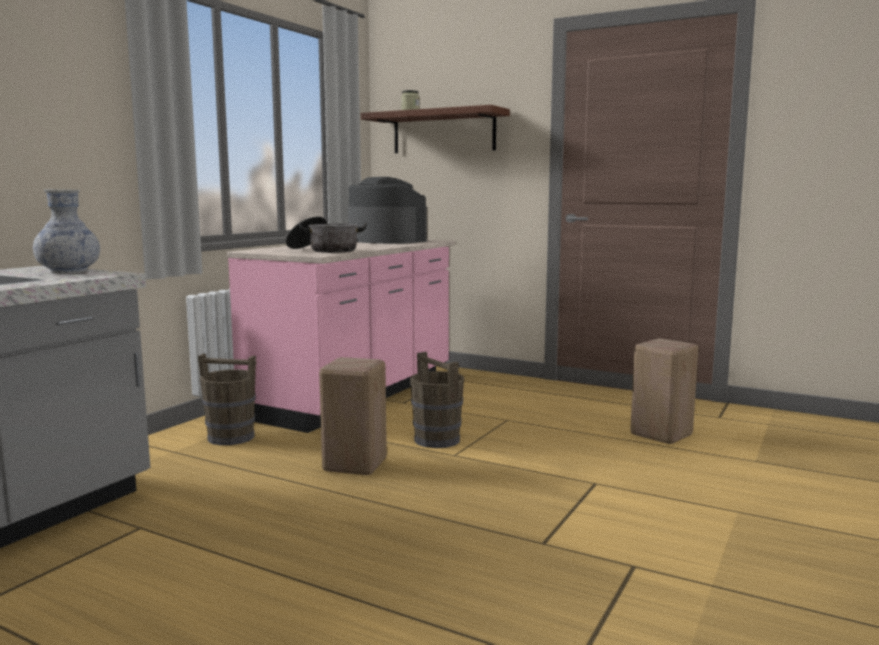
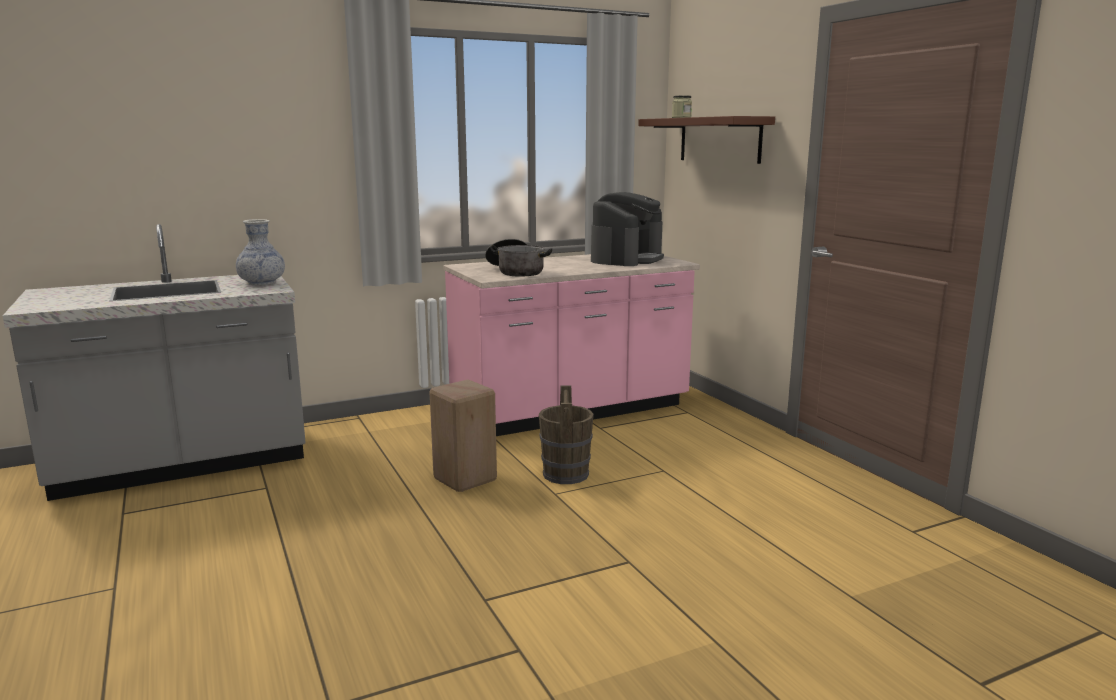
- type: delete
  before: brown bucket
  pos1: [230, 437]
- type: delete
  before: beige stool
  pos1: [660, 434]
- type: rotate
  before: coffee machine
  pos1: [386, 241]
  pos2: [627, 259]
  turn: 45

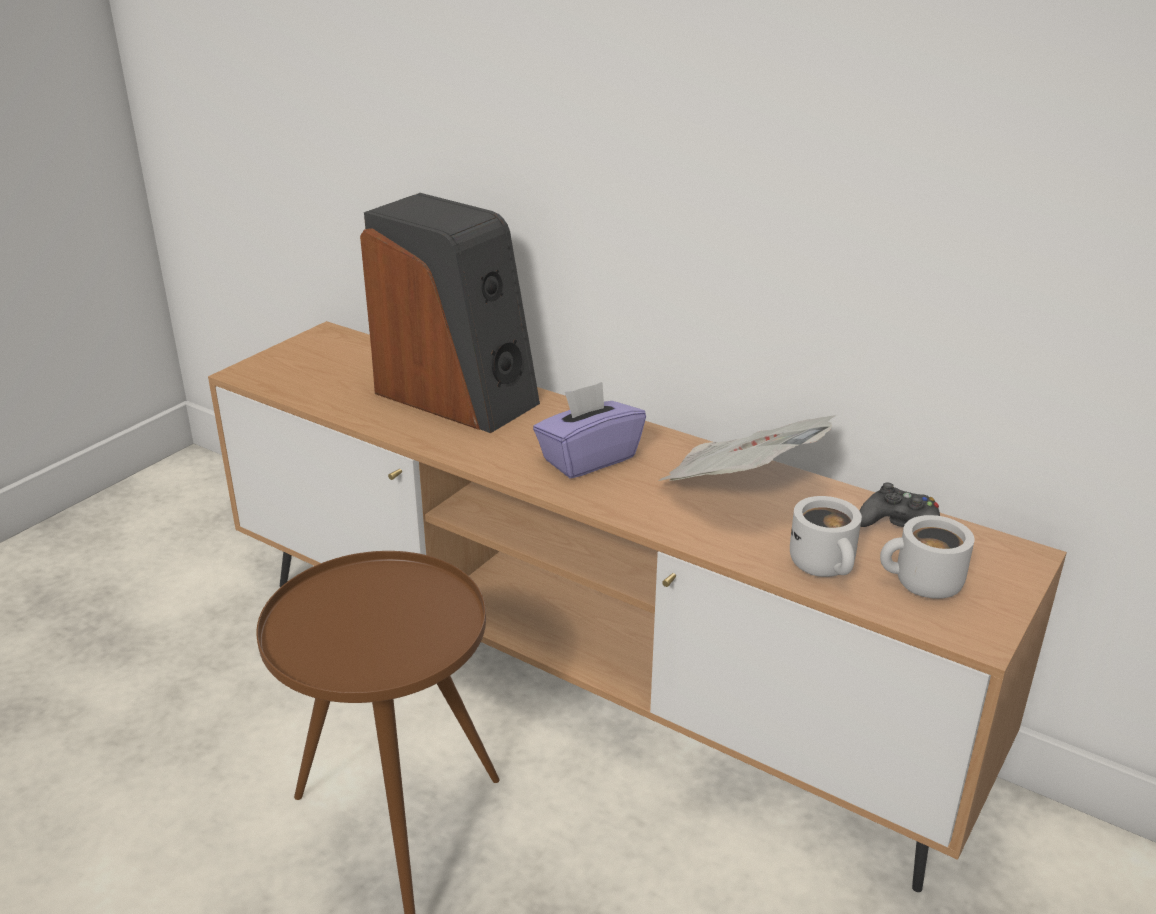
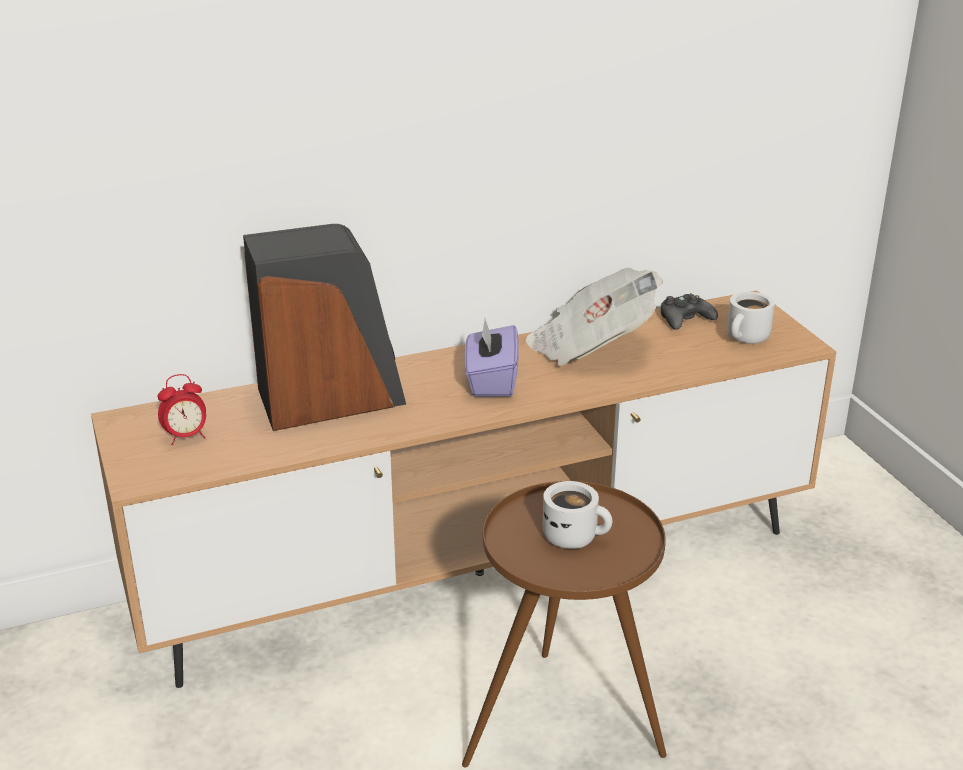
- type: insert
  after: alarm clock
  pos2: [186, 437]
- type: move
  before: white mug
  pos1: [826, 566]
  pos2: [575, 536]

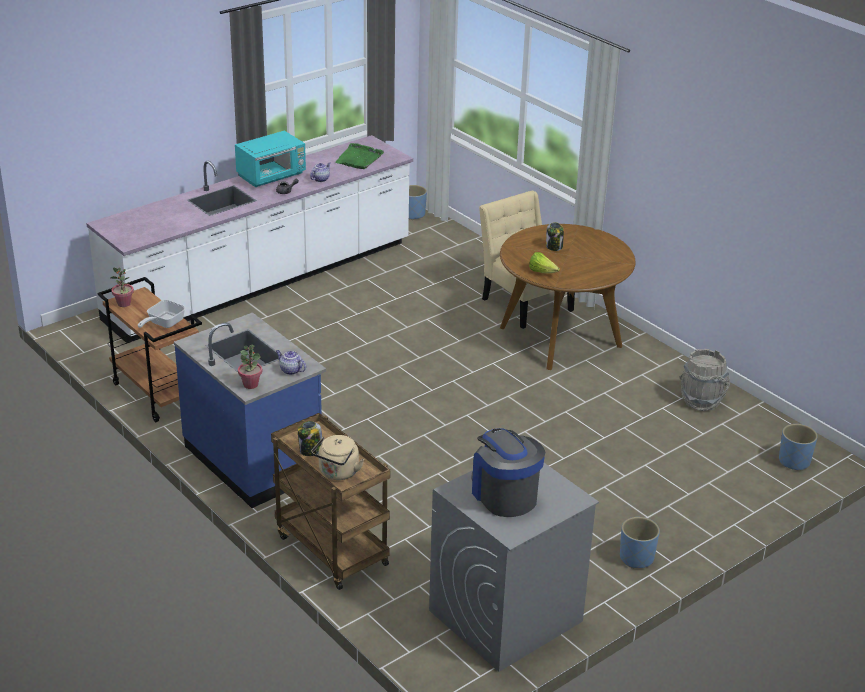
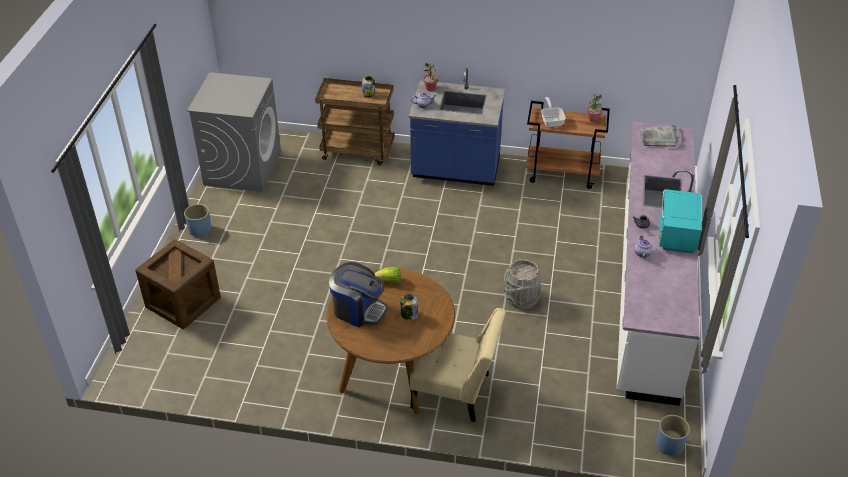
- type: delete
  before: beige kettle
  pos1: [337, 473]
- type: delete
  before: green tray
  pos1: [359, 158]
- type: delete
  before: blue planter
  pos1: [794, 462]
- type: insert
  after: crate
  pos2: [183, 302]
- type: insert
  after: grey tray
  pos2: [659, 137]
- type: move
  before: coffee machine
  pos1: [504, 494]
  pos2: [358, 310]
- type: move
  before: grey bucket
  pos1: [701, 401]
  pos2: [521, 299]

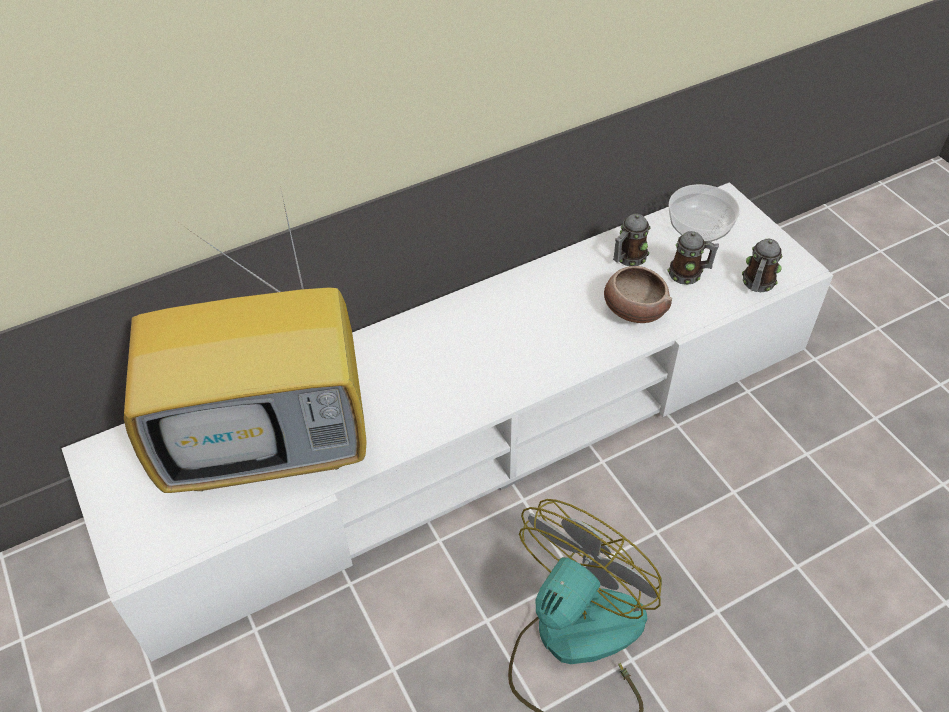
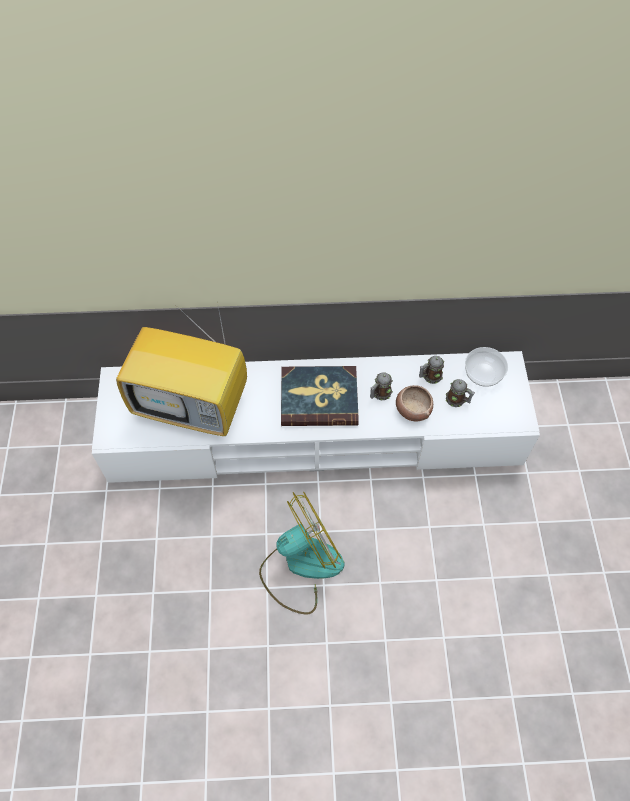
- type: insert
  after: book
  pos2: [319, 398]
- type: move
  before: mug
  pos1: [757, 284]
  pos2: [379, 394]

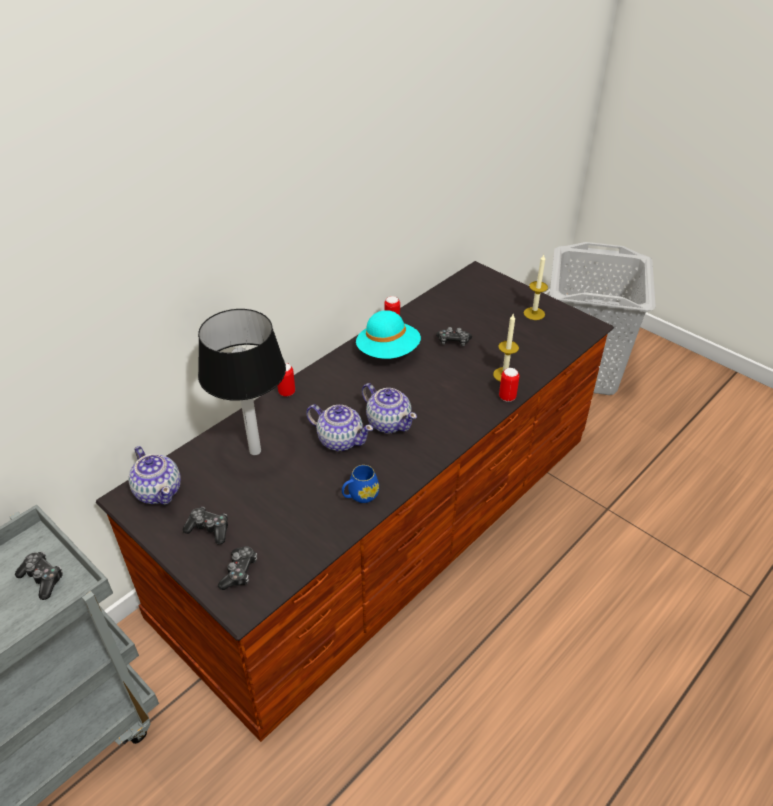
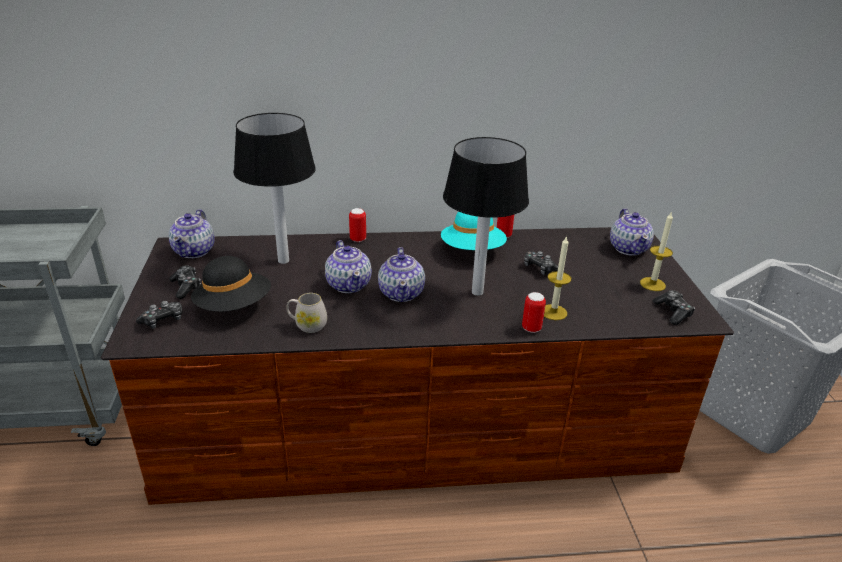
- type: insert
  after: black hat
  pos2: [234, 306]
- type: insert
  after: table lamp
  pos2: [476, 292]
- type: insert
  after: teapot
  pos2: [628, 248]
- type: move
  before: game controller
  pos1: [42, 578]
  pos2: [673, 312]
- type: recolor
  before: blue mug
  after: white mug
  pos1: [360, 496]
  pos2: [307, 325]

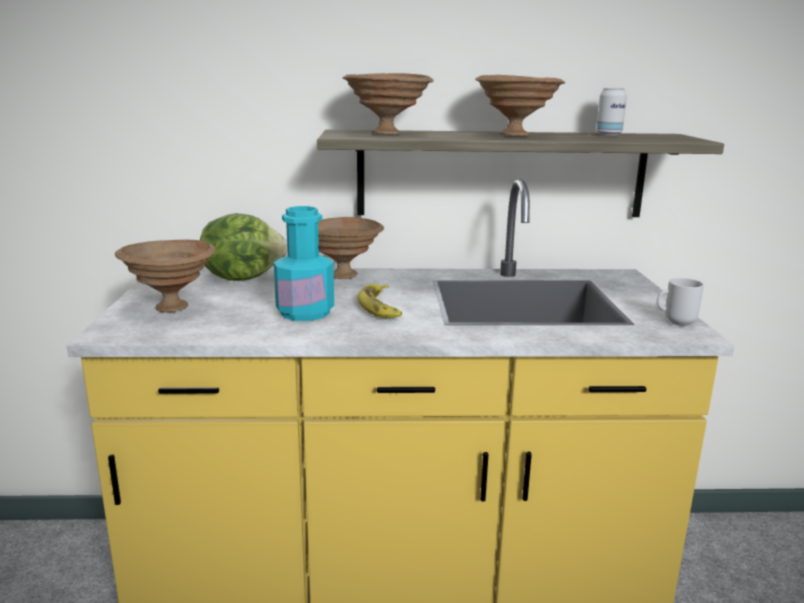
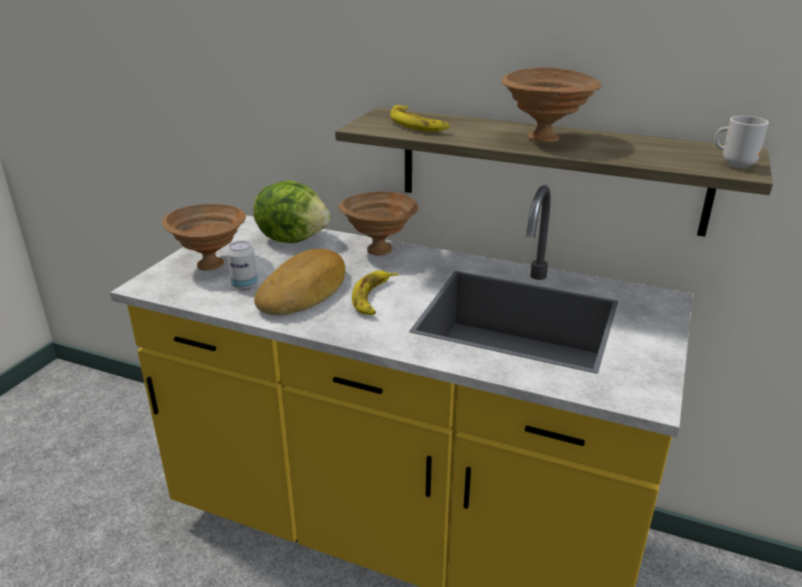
- type: move
  before: can
  pos1: [608, 134]
  pos2: [244, 286]
- type: move
  before: mug
  pos1: [676, 322]
  pos2: [735, 164]
- type: replace
  before: turquoise bottle
  after: bread
  pos1: [305, 312]
  pos2: [305, 291]
- type: replace
  before: brown bowl
  after: banana
  pos1: [388, 133]
  pos2: [417, 124]

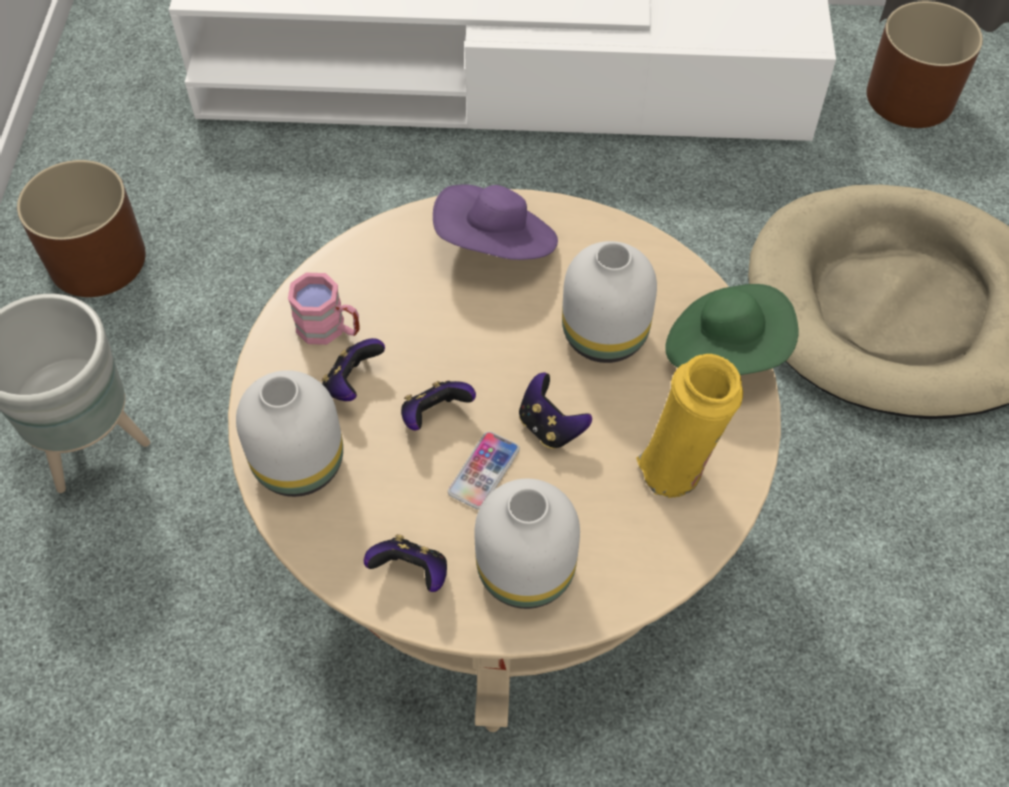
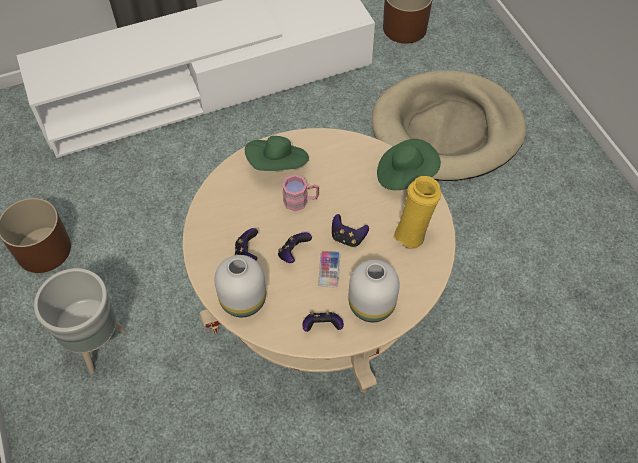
- type: delete
  before: white vase
  pos1: [606, 336]
- type: move
  before: pink mug
  pos1: [329, 329]
  pos2: [301, 201]
- type: recolor
  before: purple hat
  after: green hat
  pos1: [496, 246]
  pos2: [278, 165]

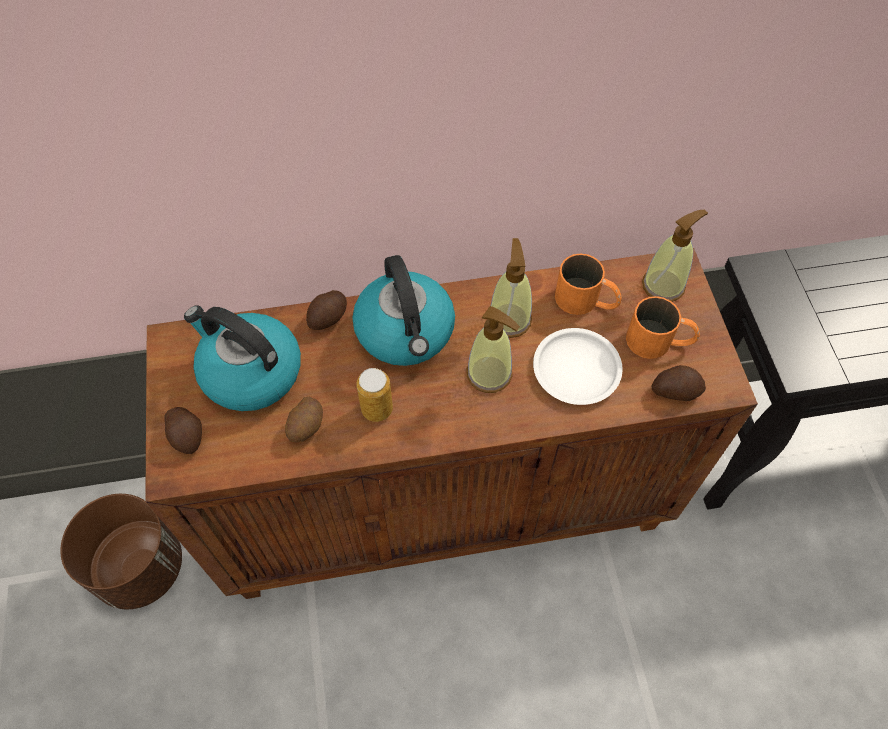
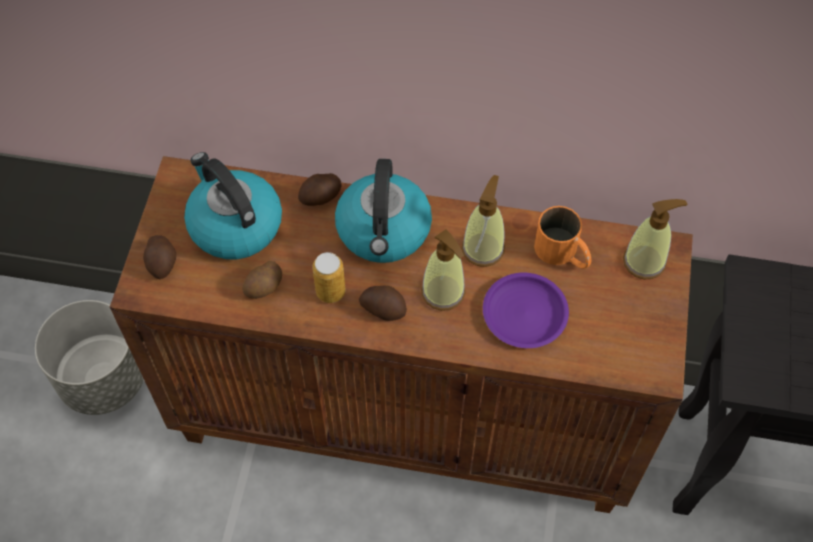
- type: delete
  before: orange mug
  pos1: [659, 341]
- type: move
  before: potato
  pos1: [675, 390]
  pos2: [383, 308]
- type: recolor
  before: brown planter
  after: grey planter
  pos1: [139, 567]
  pos2: [103, 378]
- type: recolor
  before: white plate
  after: purple plate
  pos1: [577, 369]
  pos2: [525, 313]

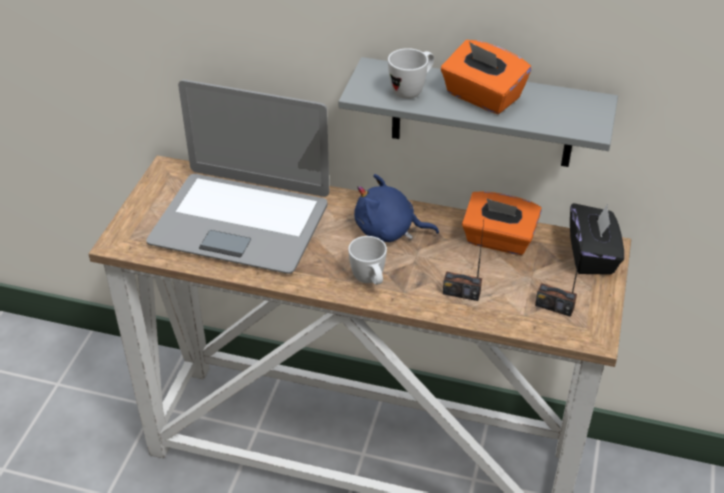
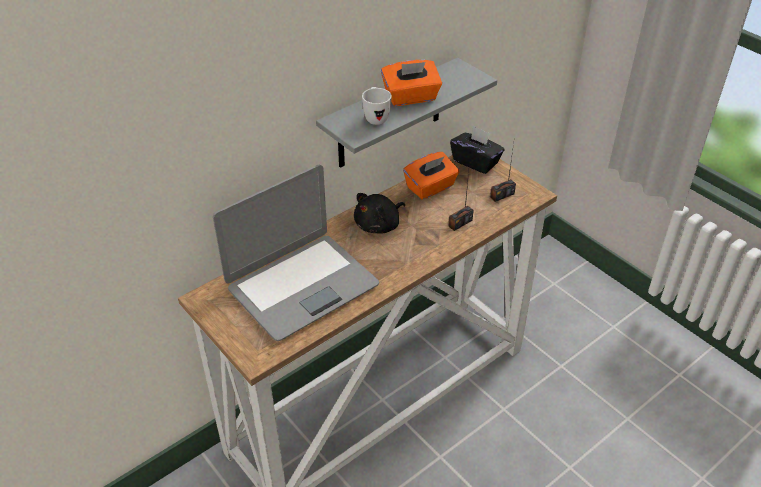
- type: delete
  before: white mug
  pos1: [370, 281]
- type: recolor
  before: blue plush toy
  after: black plush toy
  pos1: [389, 231]
  pos2: [379, 225]

